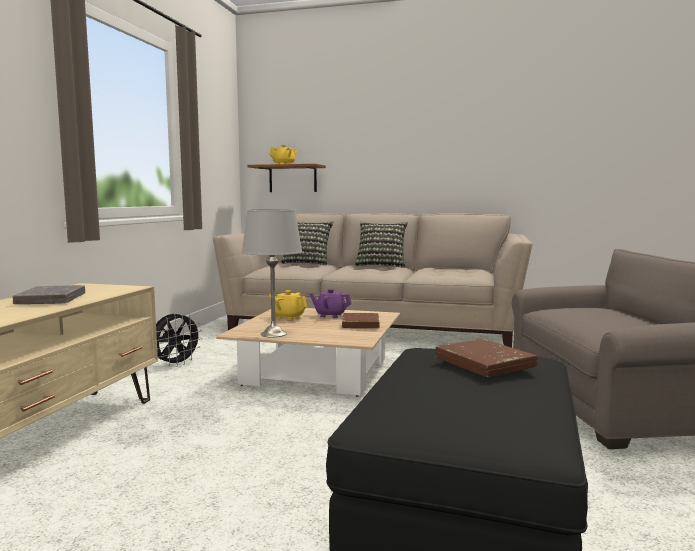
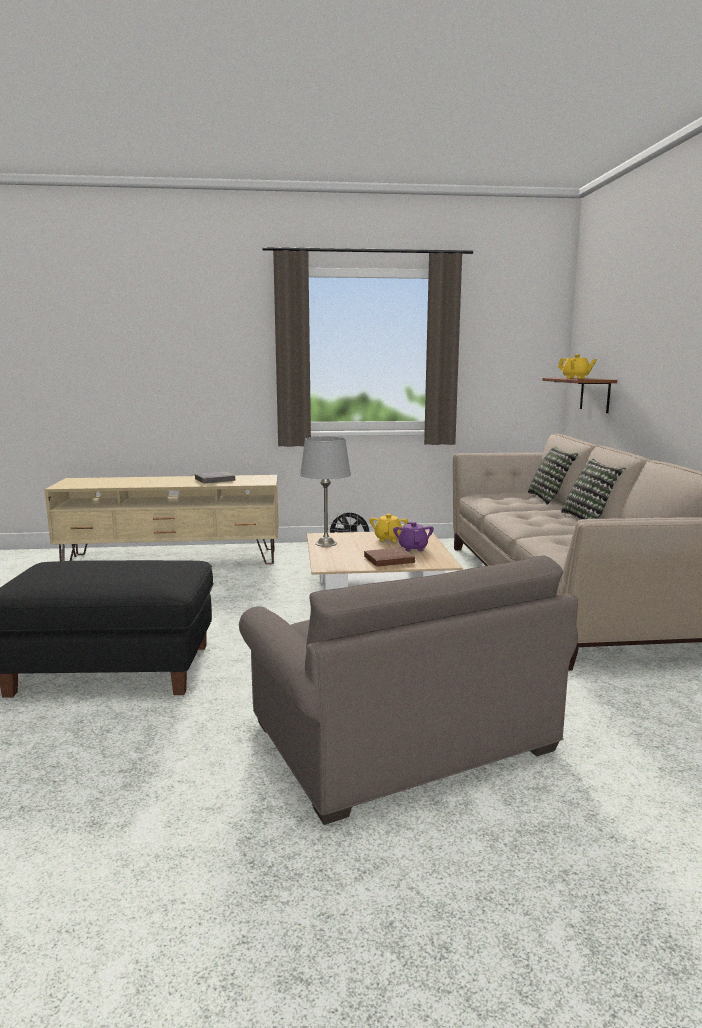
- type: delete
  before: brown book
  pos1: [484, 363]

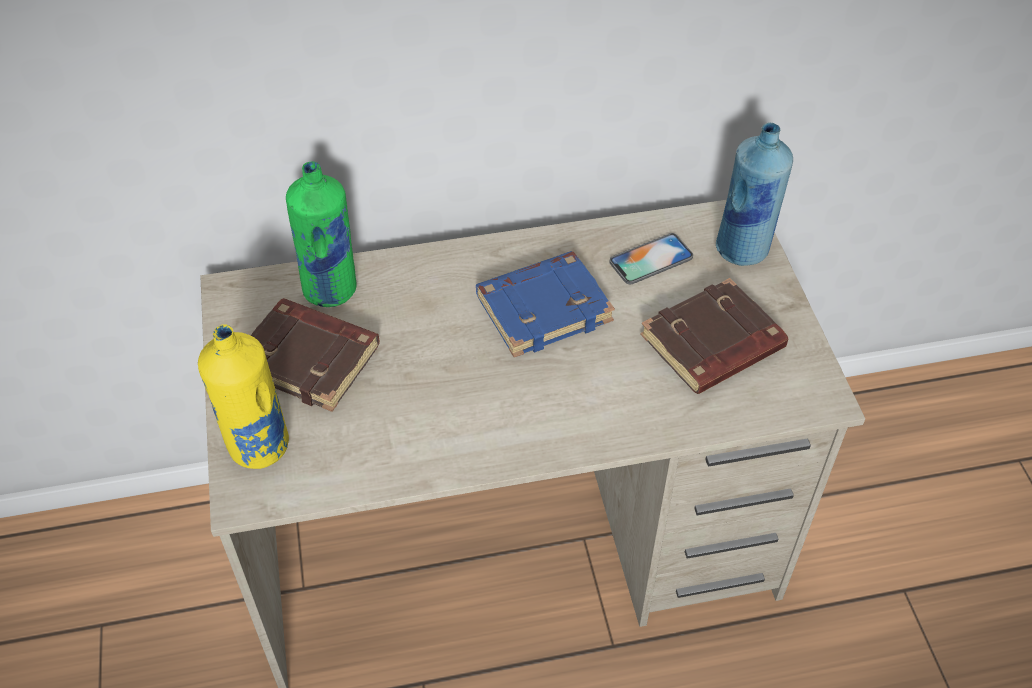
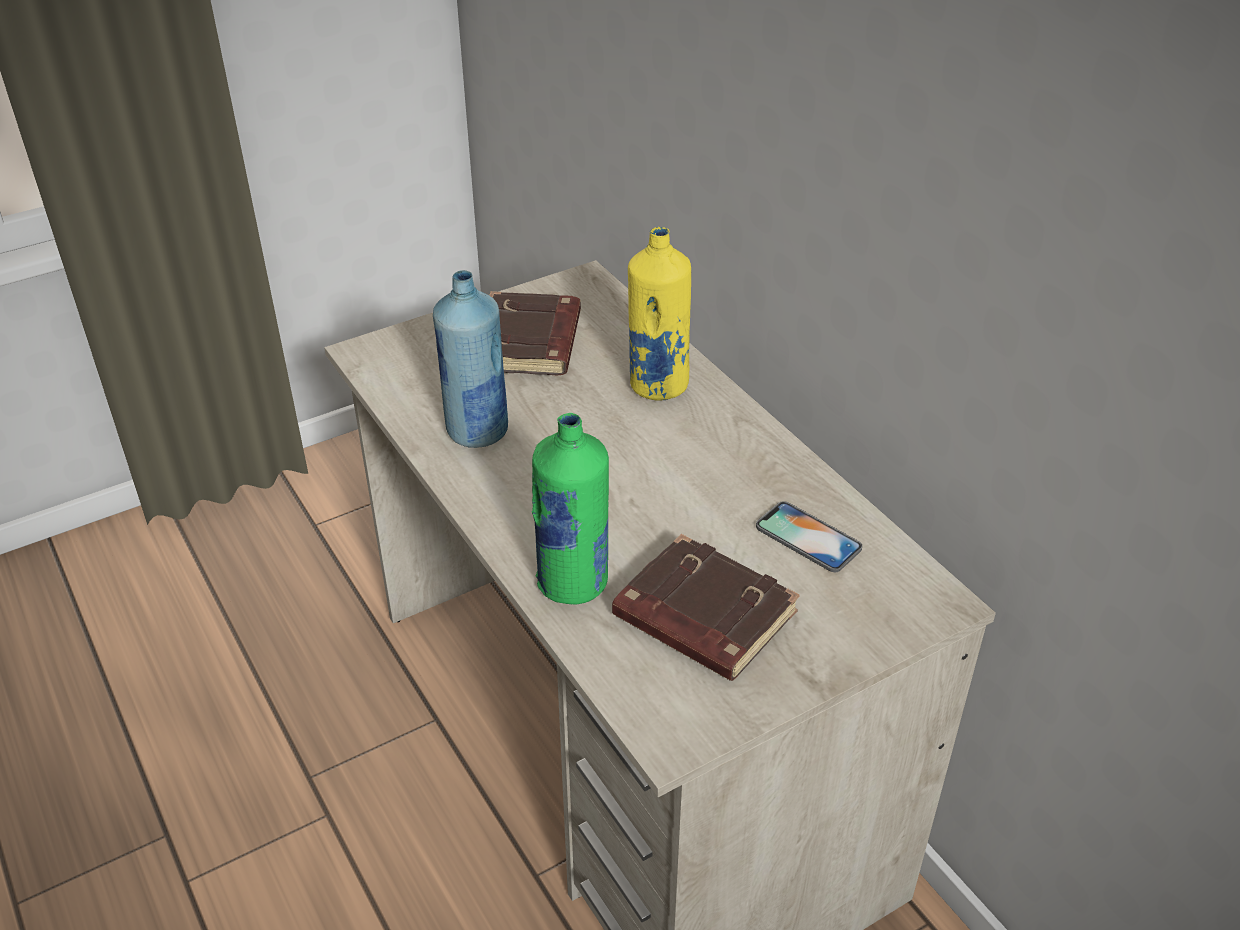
- type: delete
  before: blue book
  pos1: [544, 308]
- type: move
  before: yellow bottle
  pos1: [258, 447]
  pos2: [658, 385]
- type: move
  before: green bottle
  pos1: [331, 289]
  pos2: [573, 583]
- type: move
  before: blue bottle
  pos1: [743, 250]
  pos2: [477, 432]

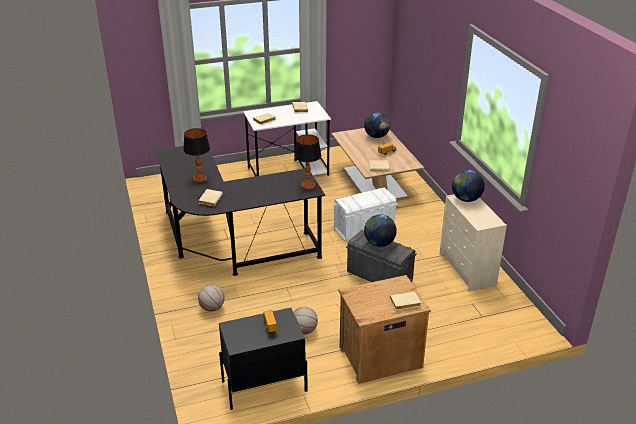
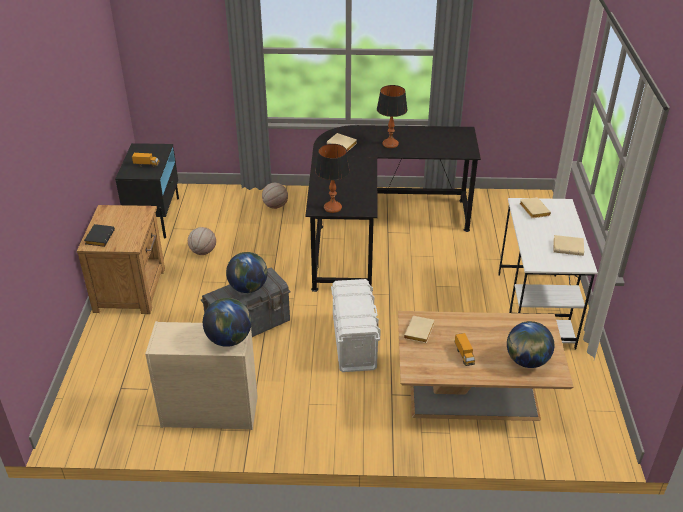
- type: recolor
  before: beige book
  after: black book
  pos1: [404, 303]
  pos2: [99, 237]

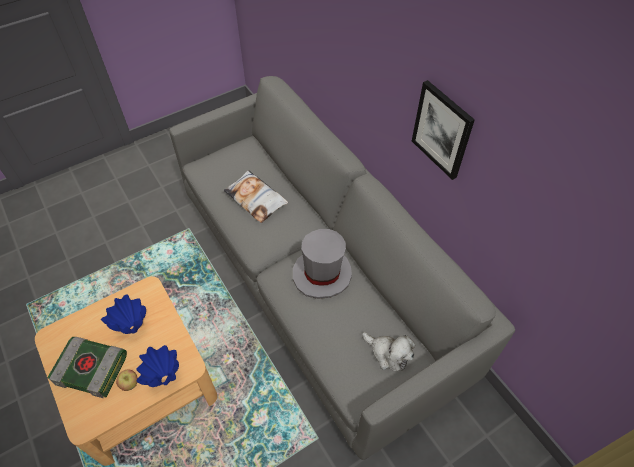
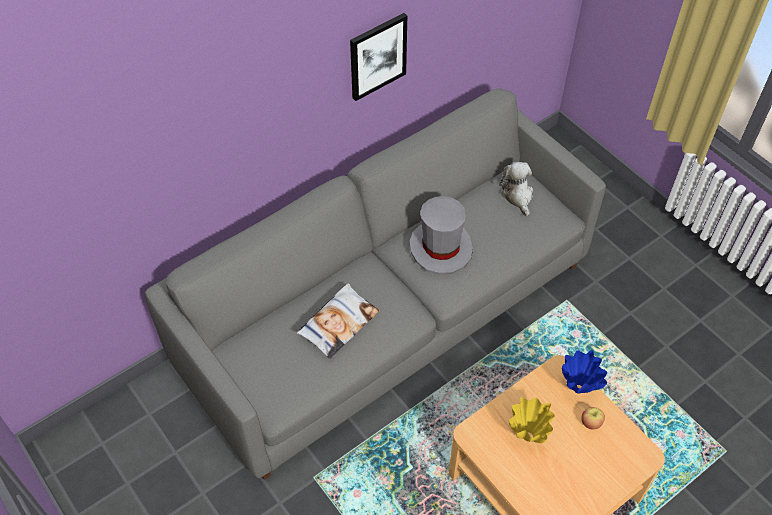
- type: delete
  before: book
  pos1: [93, 368]
- type: recolor
  before: blue vase
  after: yellow vase
  pos1: [134, 329]
  pos2: [527, 435]
- type: rotate
  before: plush toy
  pos1: [388, 354]
  pos2: [517, 195]
  turn: -45

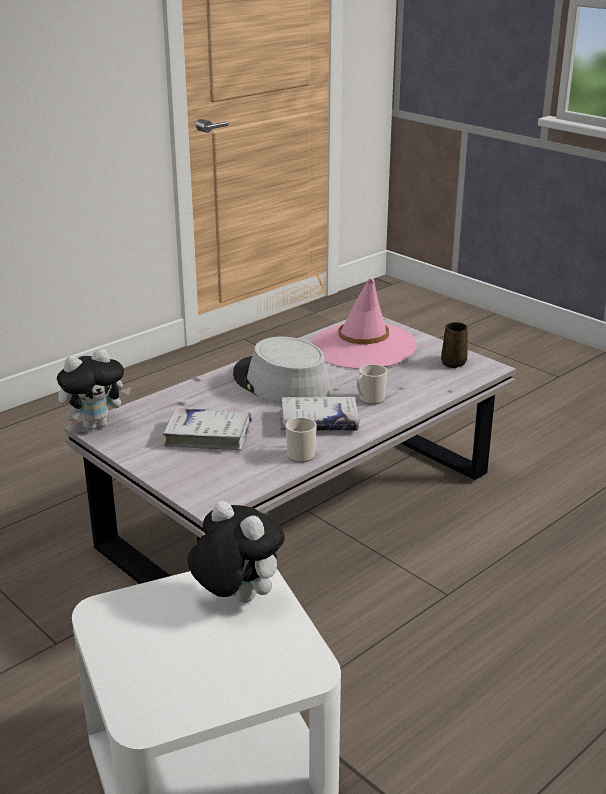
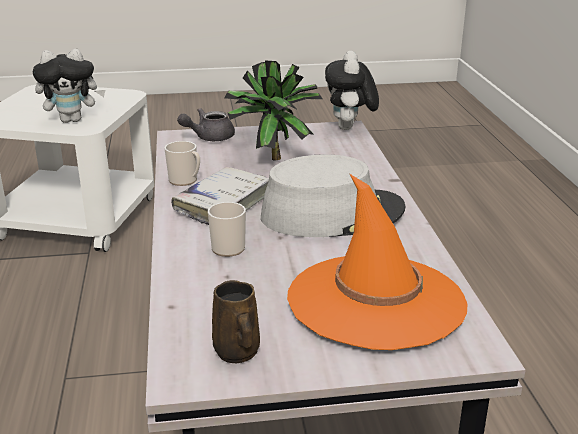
- type: insert
  after: grey teapot
  pos2: [209, 137]
- type: replace
  before: white book
  after: potted plant
  pos1: [208, 436]
  pos2: [271, 157]
- type: recolor
  before: pink hat
  after: orange hat
  pos1: [363, 347]
  pos2: [376, 300]

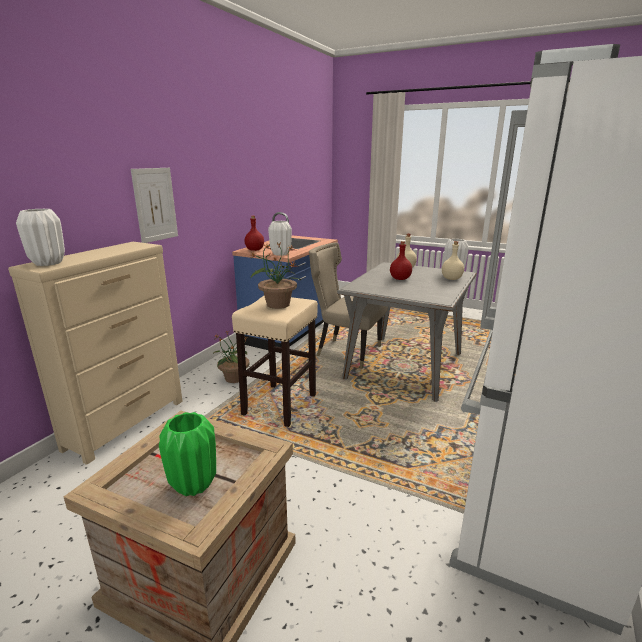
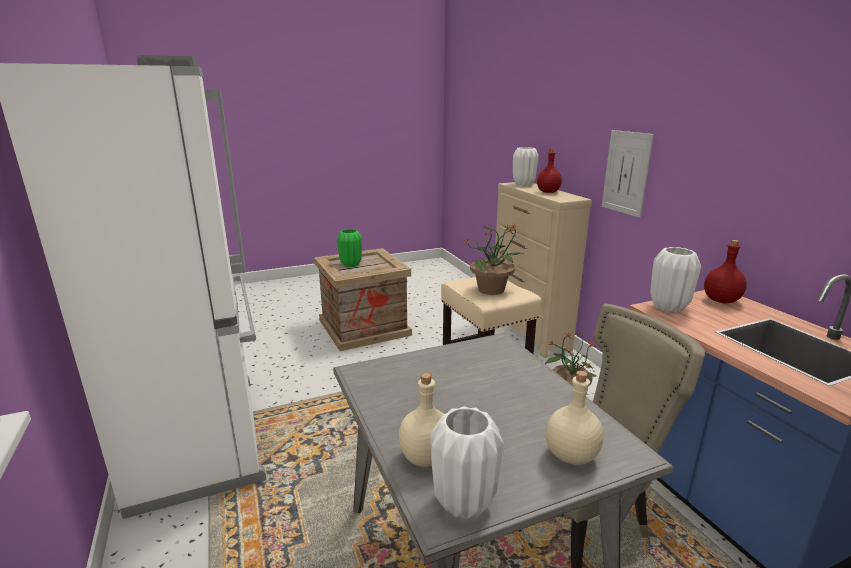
- type: move
  before: red bottle
  pos1: [399, 279]
  pos2: [548, 192]

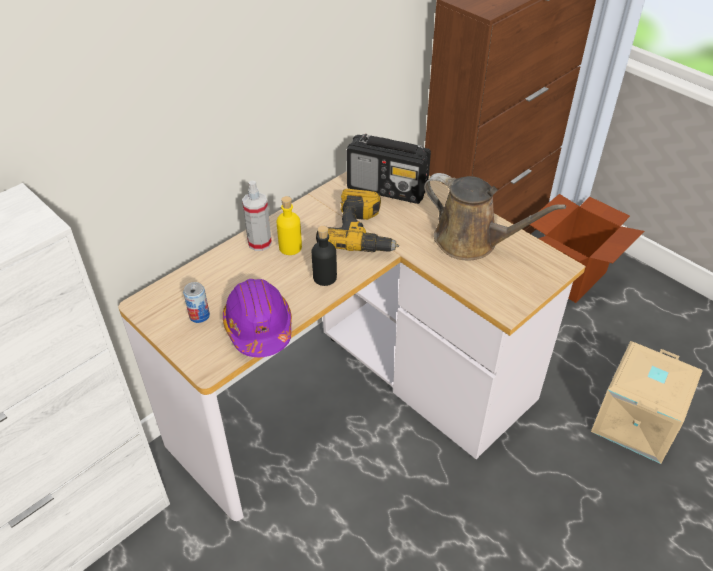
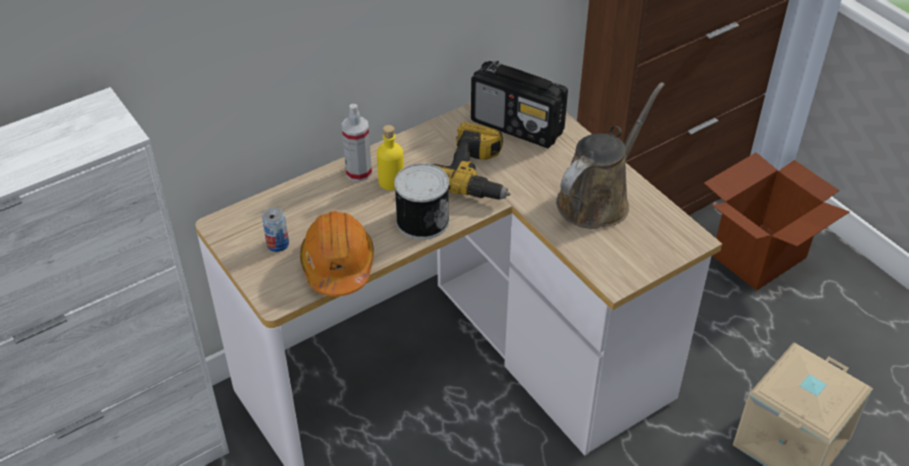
- type: replace
  before: black bottle
  after: can
  pos1: [325, 277]
  pos2: [421, 220]
- type: recolor
  before: purple hard hat
  after: orange hard hat
  pos1: [258, 327]
  pos2: [338, 265]
- type: rotate
  before: brown watering can
  pos1: [471, 241]
  pos2: [597, 199]
  turn: -90

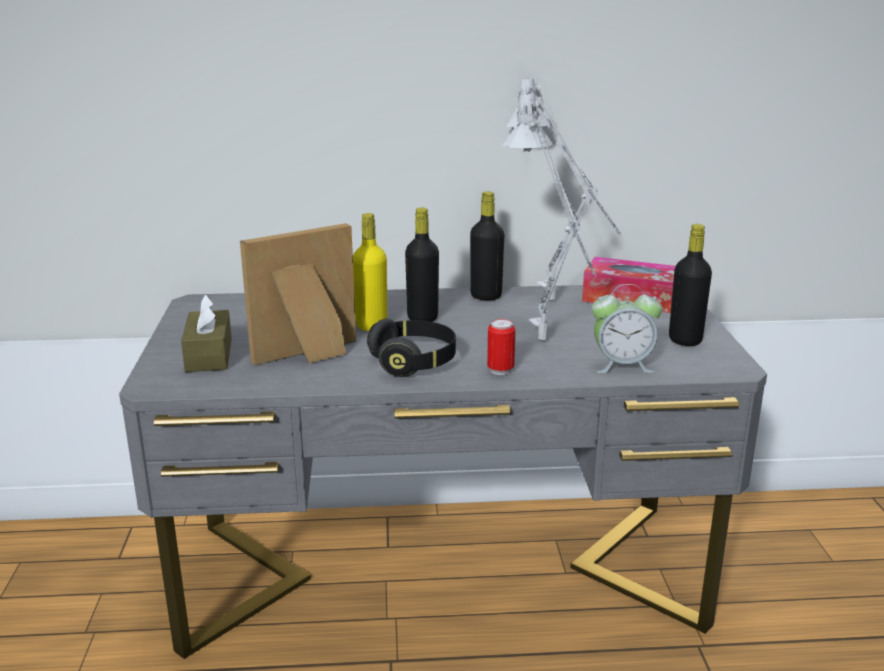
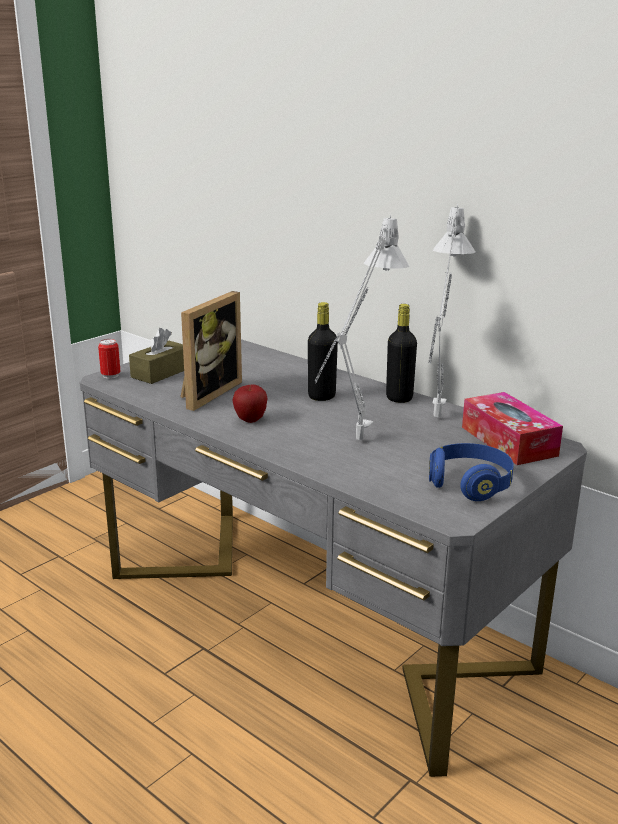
- type: delete
  before: yellow bottle
  pos1: [371, 325]
- type: delete
  before: alarm clock
  pos1: [622, 365]
- type: move
  before: can
  pos1: [500, 370]
  pos2: [110, 376]
- type: replace
  before: black headphones
  after: apple
  pos1: [413, 362]
  pos2: [250, 420]
- type: replace
  before: black bottle
  after: blue headphones
  pos1: [685, 340]
  pos2: [470, 484]
- type: rotate
  before: picture frame
  pos1: [310, 355]
  pos2: [206, 393]
  turn: 105

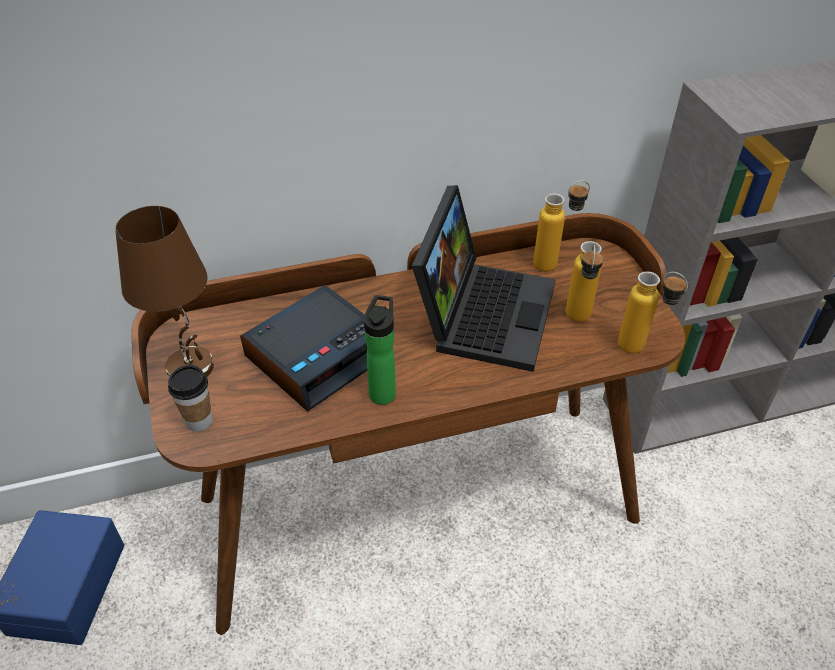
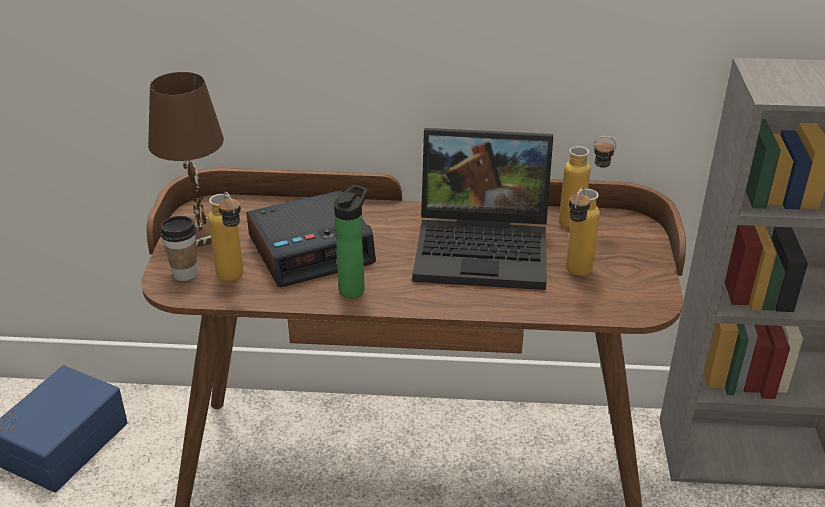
- type: move
  before: bottle
  pos1: [641, 350]
  pos2: [234, 280]
- type: rotate
  before: laptop
  pos1: [483, 311]
  pos2: [485, 248]
  turn: 60

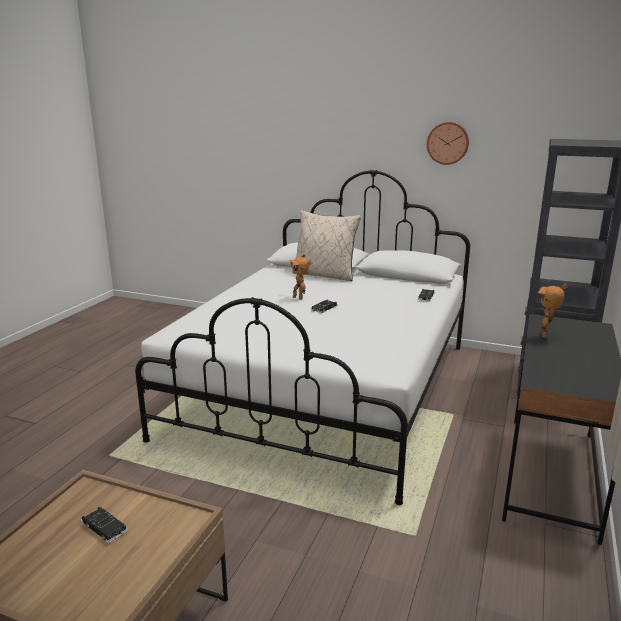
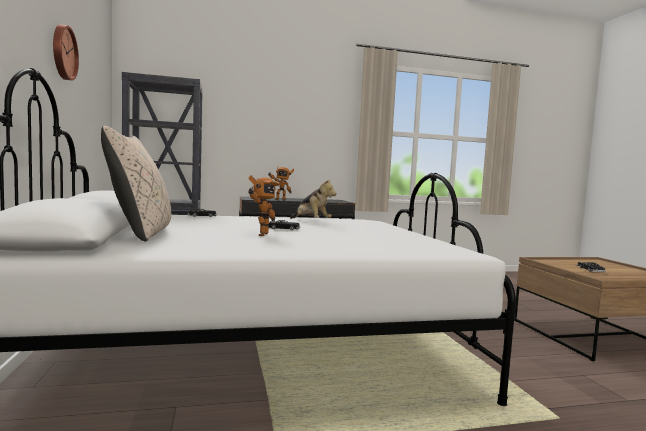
- type: insert
  after: plush toy
  pos2: [311, 221]

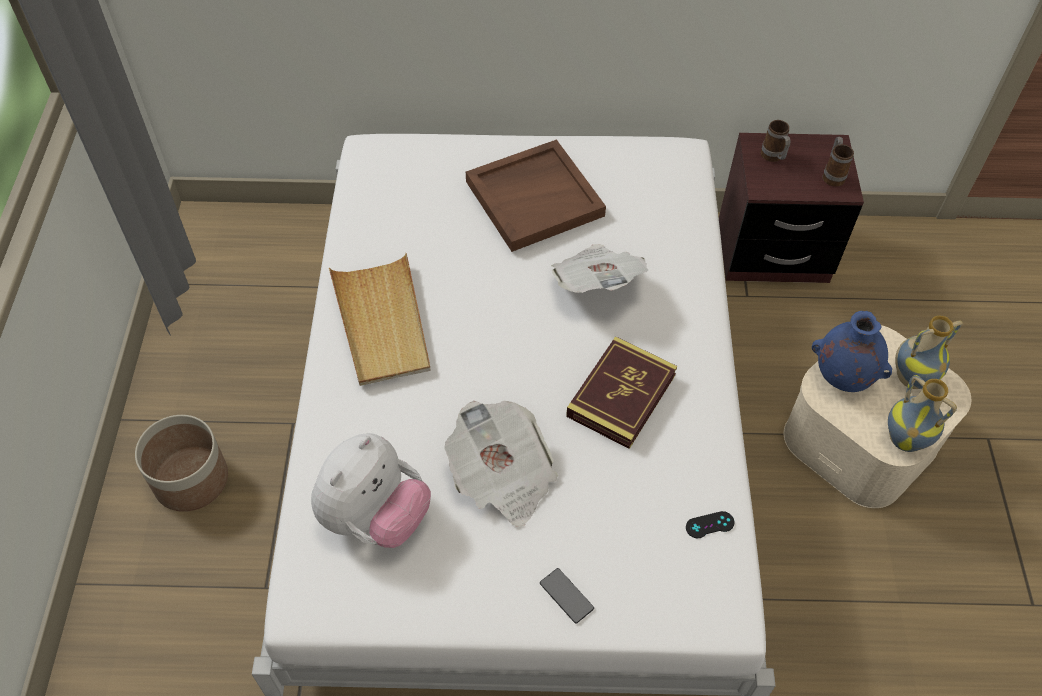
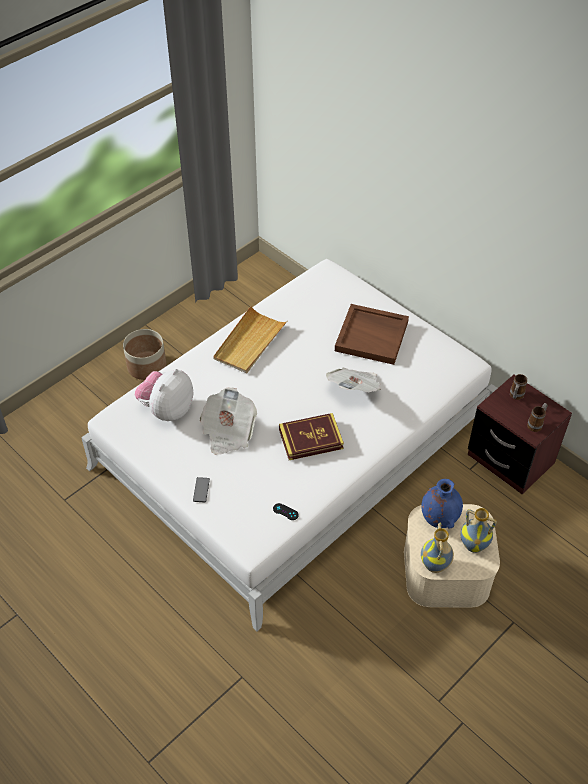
- type: rotate
  before: plush toy
  pos1: [374, 516]
  pos2: [167, 409]
  turn: 135

